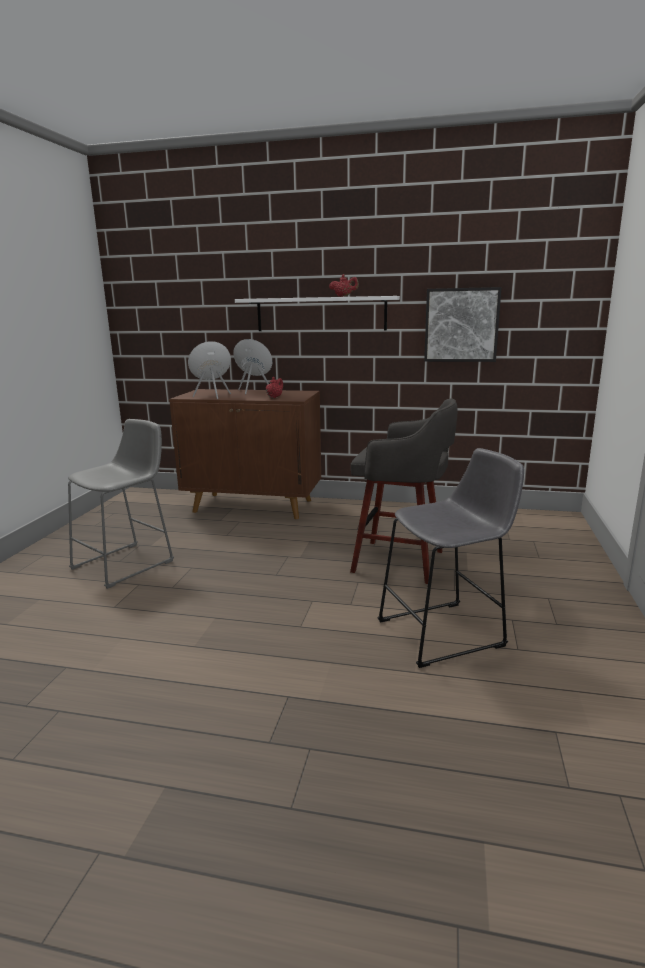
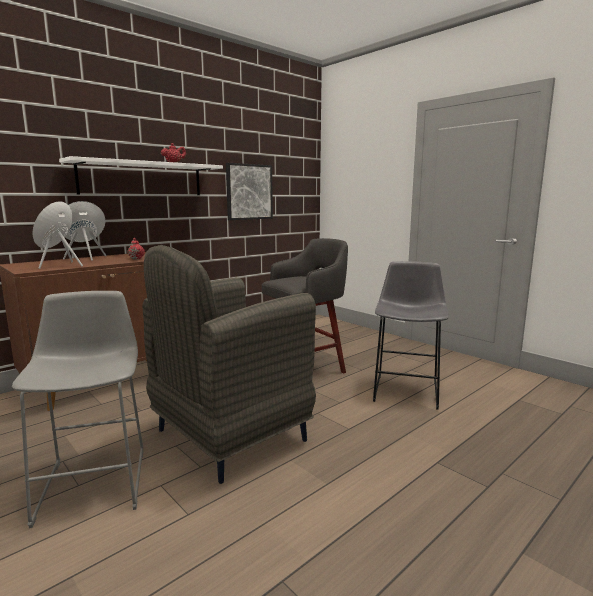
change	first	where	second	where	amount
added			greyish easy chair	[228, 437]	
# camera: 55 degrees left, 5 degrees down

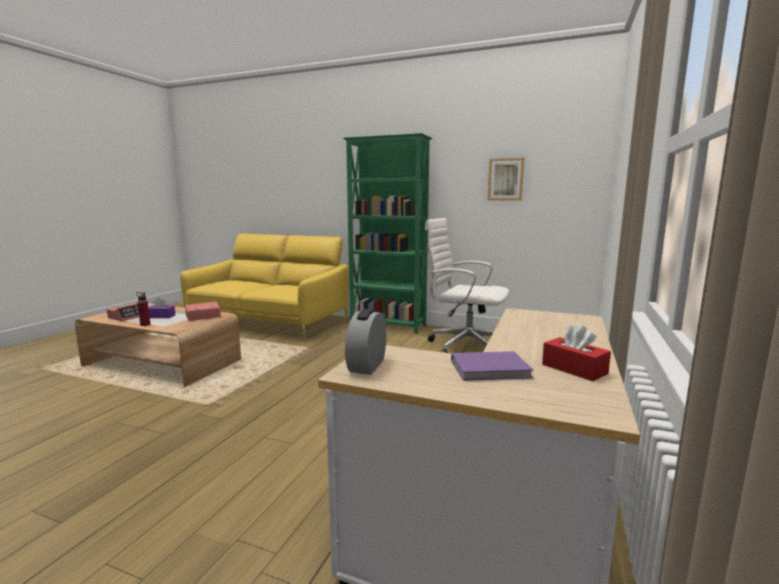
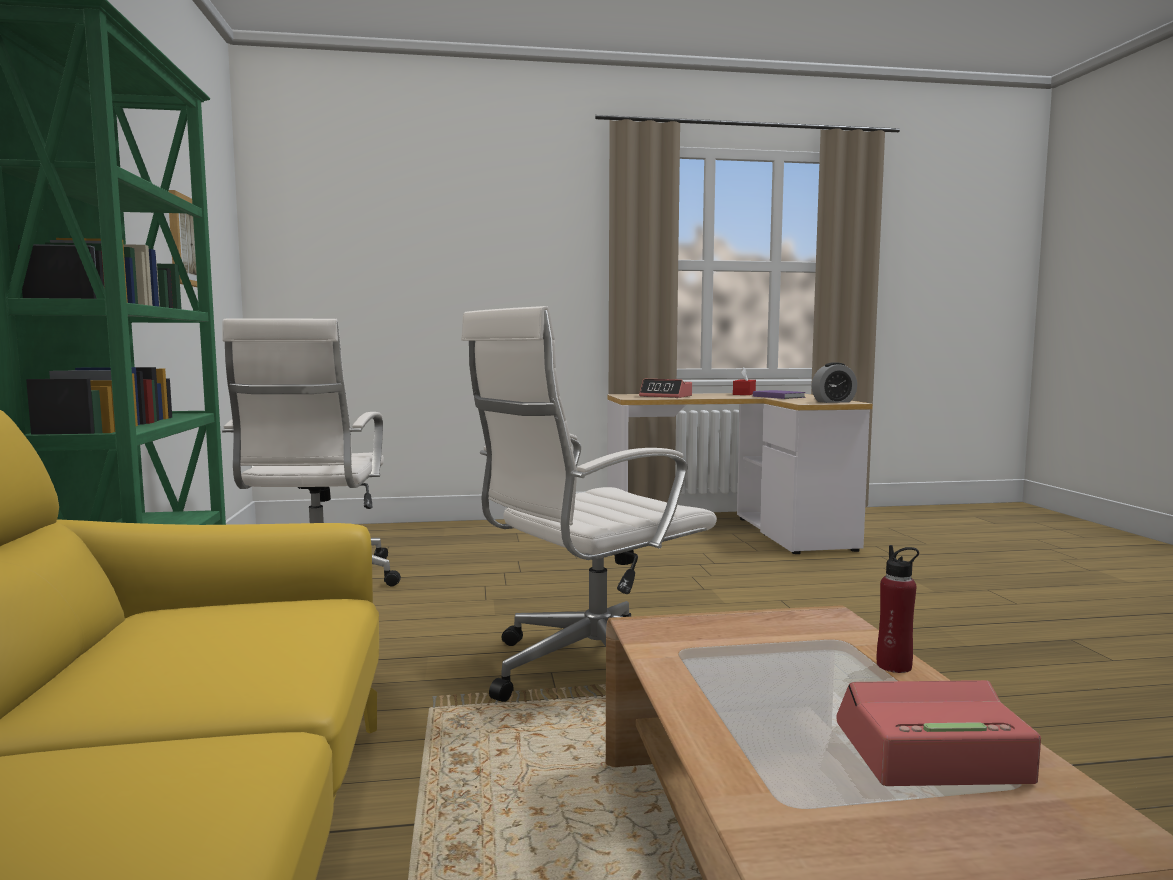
change	first	where	second	where	amount
removed	purplish box of tissues	[161, 316]			
moved	alarm clock	[203, 316]		[666, 396]	
added			white computer chair	[589, 671]	
# camera: 120 degrees left, 5 degrees down

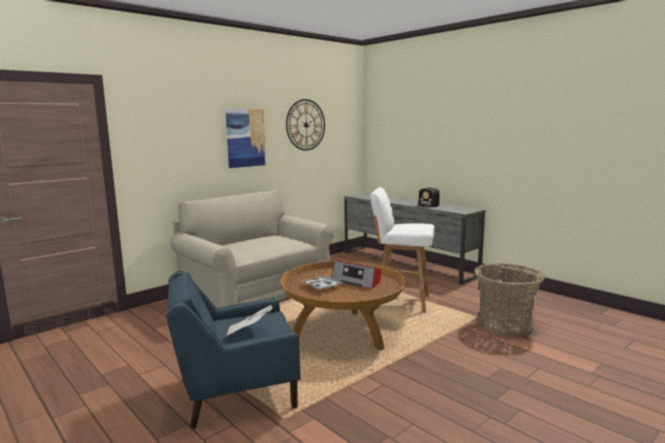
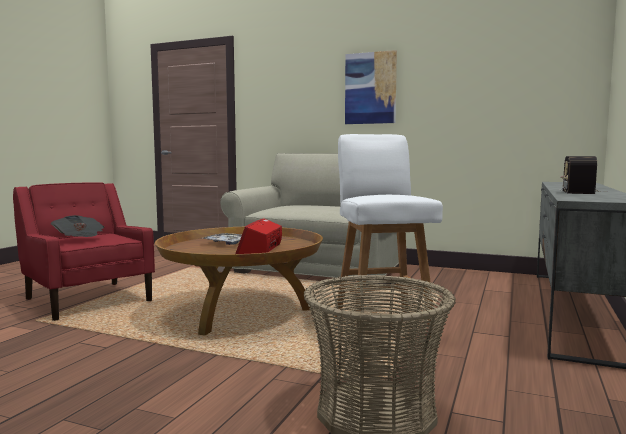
change	first	where	second	where	amount
removed	wall clock	[306, 125]			
recoloured	bluish easy chair	[235, 392]	reddish easy chair	[87, 299]	
# camera: 65 degrees right, 5 degrees down

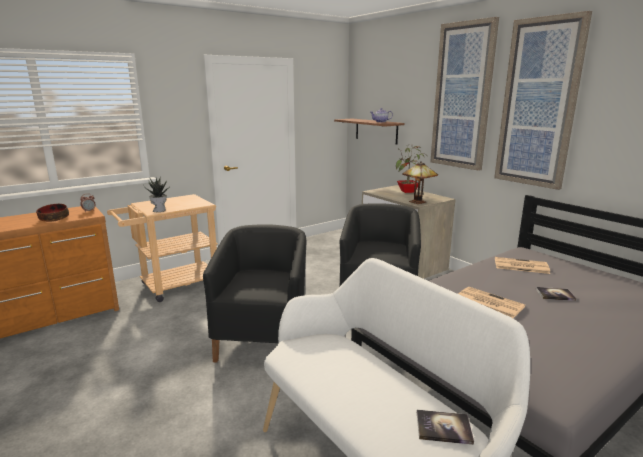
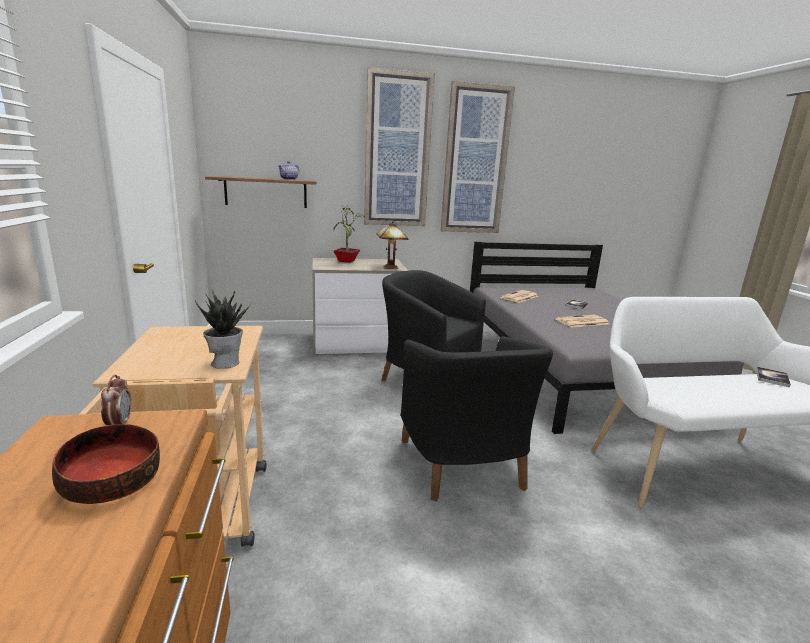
change	first	where	second	where	amount
turned	blackish easy chair	[264, 340]		[463, 465]	135 degrees counterclockwise
# camera: 65 degrees left, 0 degrees up

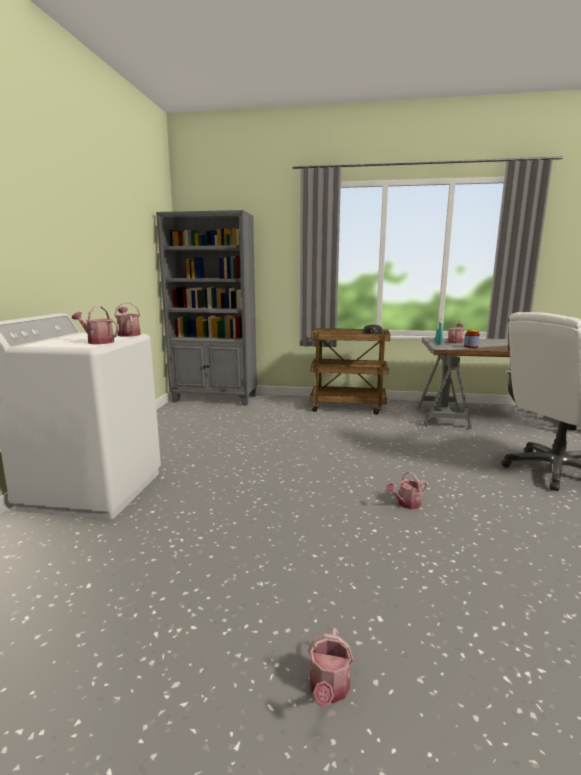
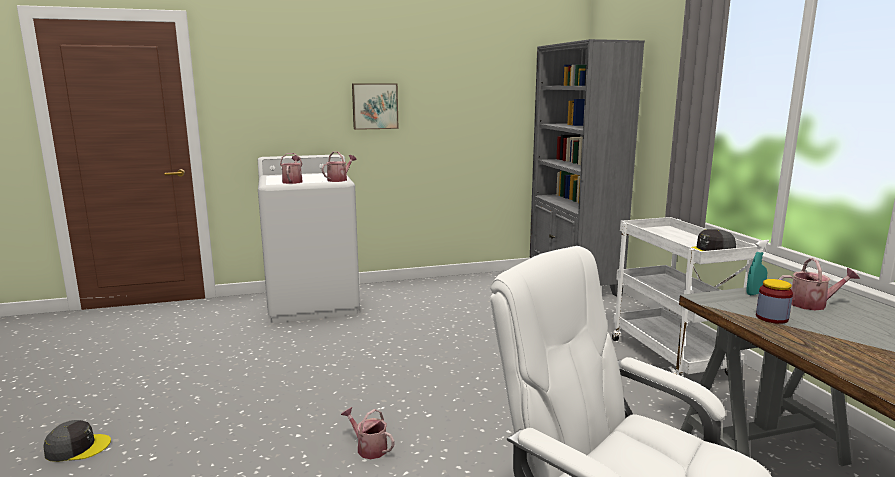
change	first	where	second	where	amount
recoloured	brown-coloured cart	[348, 407]	white cart	[672, 358]	
replaced	sprinkling can	[328, 690]	greyish peaked cap	[77, 447]	
added			wall art	[375, 106]	
# camera: 65 degrees right, 0 degrees up

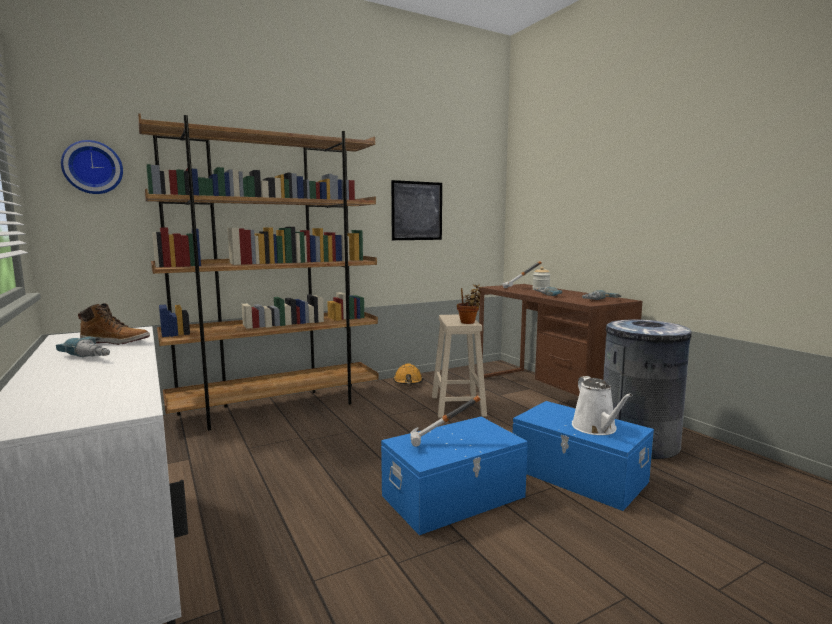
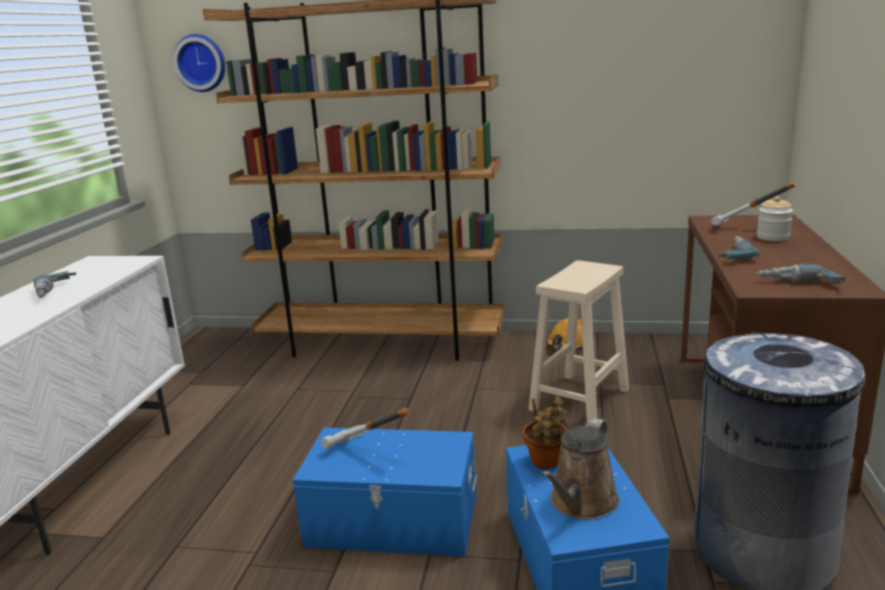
change	first	where	second	where	amount
removed	wall art	[417, 211]			
moved	plant in a pot	[469, 322]		[546, 464]	
removed	boot	[116, 341]			
recoloured	white sprinkling can	[596, 428]	brown-coloured sprinkling can	[581, 503]	
# camera: 40 degrees right, 10 degrees up

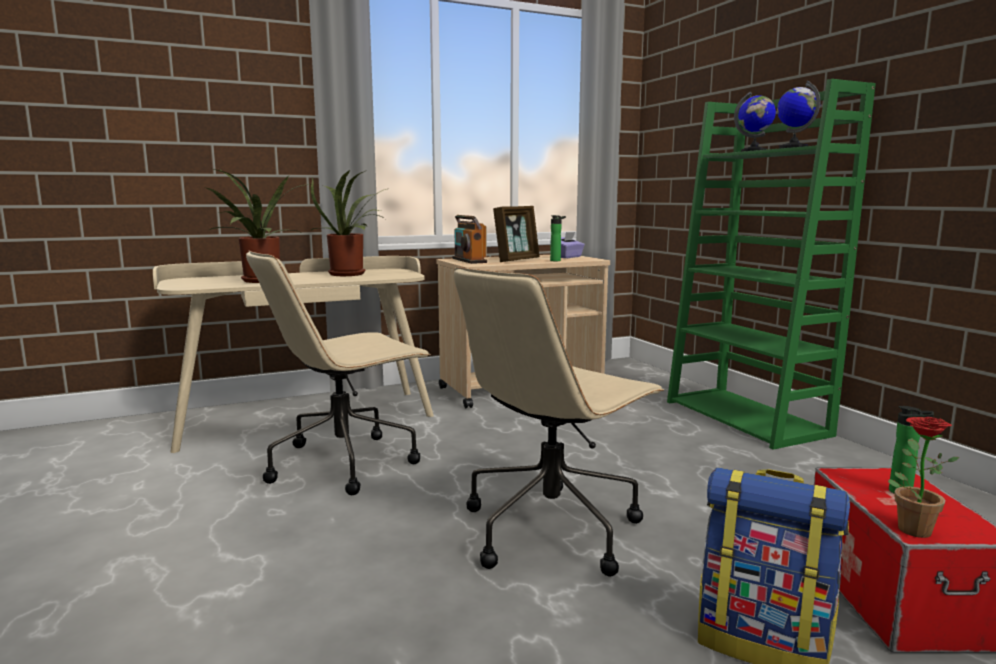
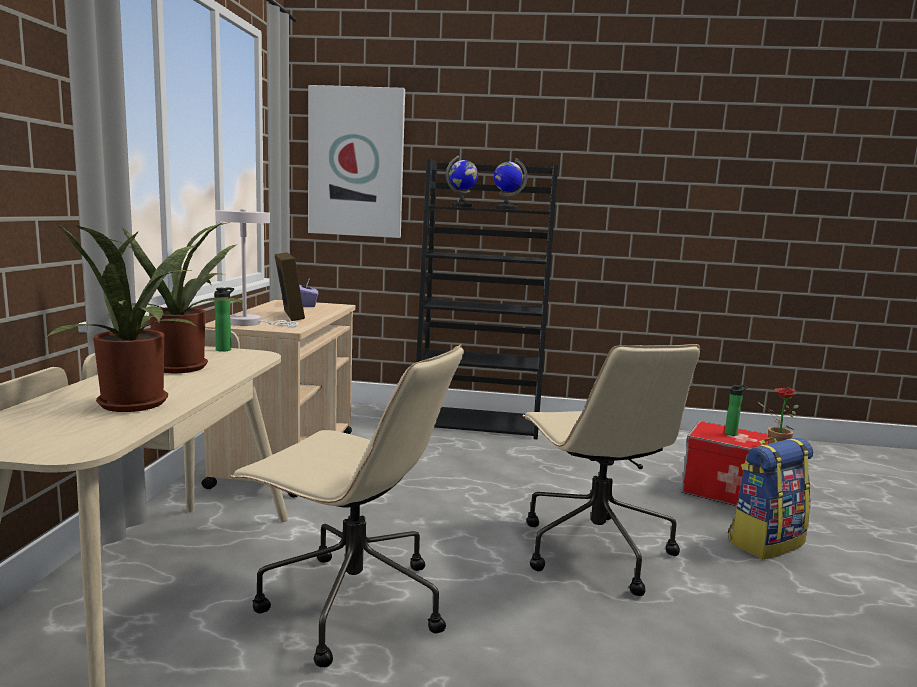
change	first	where	second	where	amount
recoloured	green bookcase	[747, 418]	blackish bookcase	[478, 423]	
replaced	radio	[469, 260]	white tabletop lamp	[251, 323]	
moved	bottle	[557, 261]		[225, 349]	
turned	sand-coloured computer chair	[345, 463]		[350, 604]	60 degrees counterclockwise
added			wall art	[356, 163]	
# camera: 60 degrees left, 0 degrees up

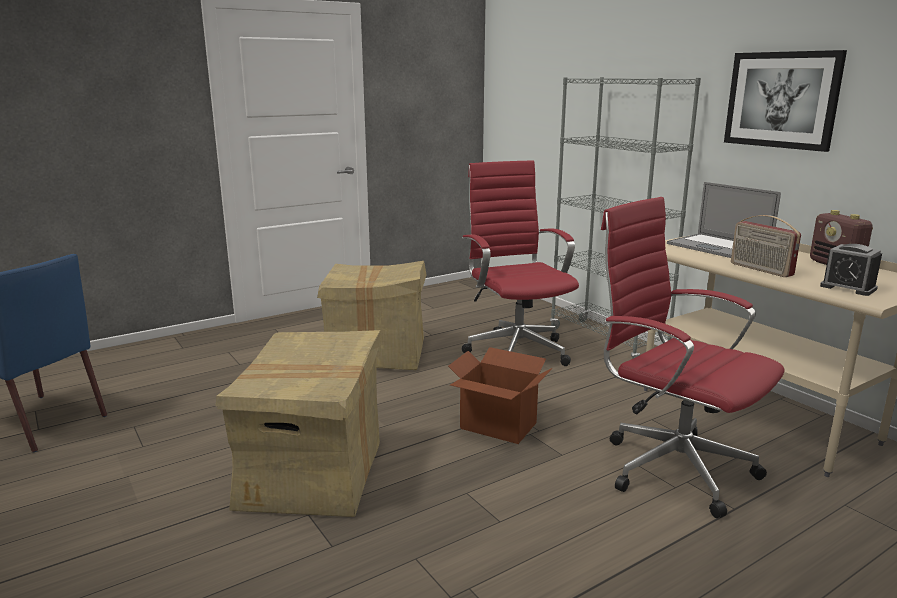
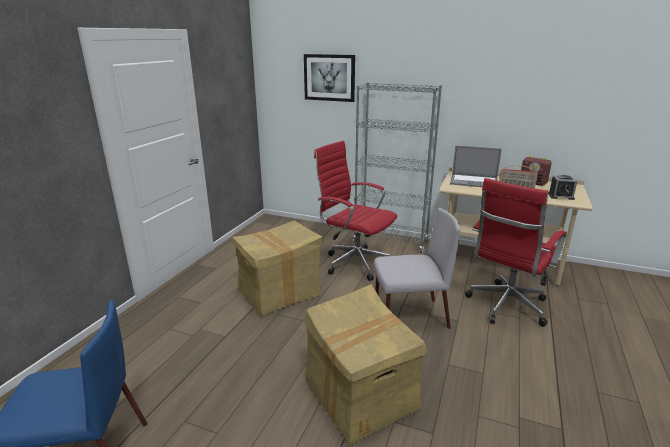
change	first	where	second	where	amount
moved	wall art	[781, 100]		[329, 77]	
turned	reddish computer chair	[671, 467]		[505, 307]	60 degrees counterclockwise
replaced	cardboard box	[498, 426]	greyish chair	[409, 316]	
# camera: 35 degrees left, 5 degrees up

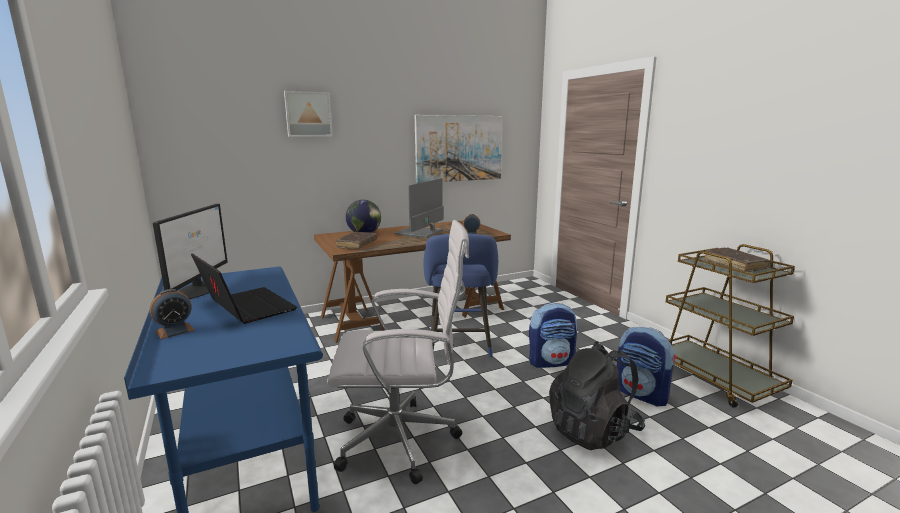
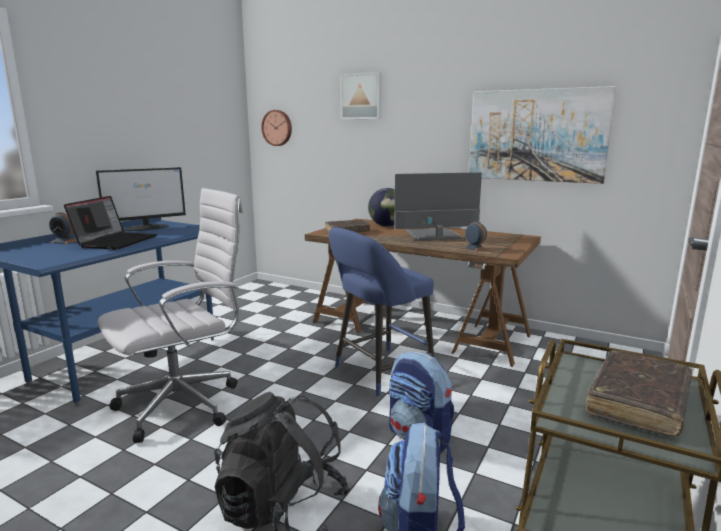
change	first	where	second	where	amount
turned	white computer chair	[403, 440]		[185, 404]	90 degrees counterclockwise
added			wall clock	[277, 128]	
# camera: 55 degrees right, 0 degrees up

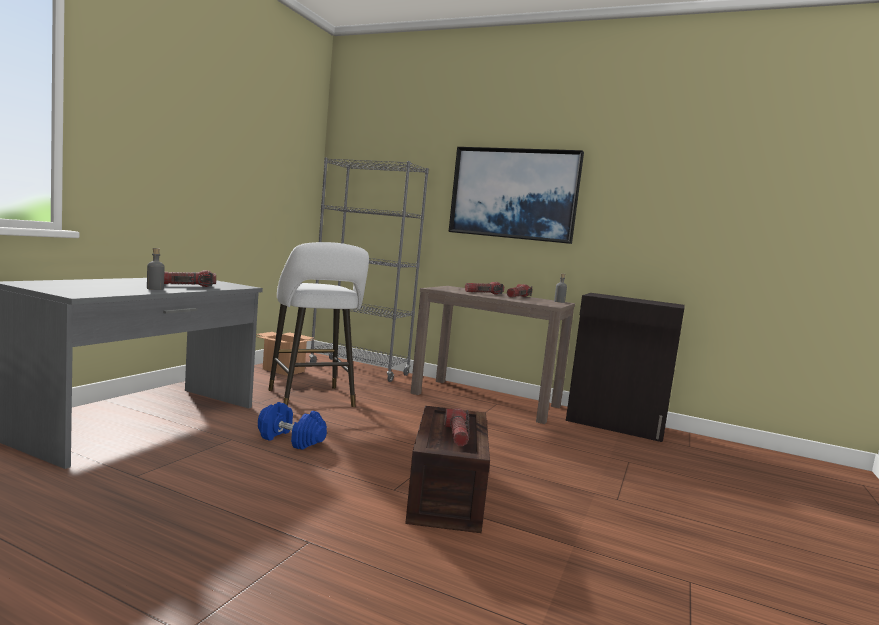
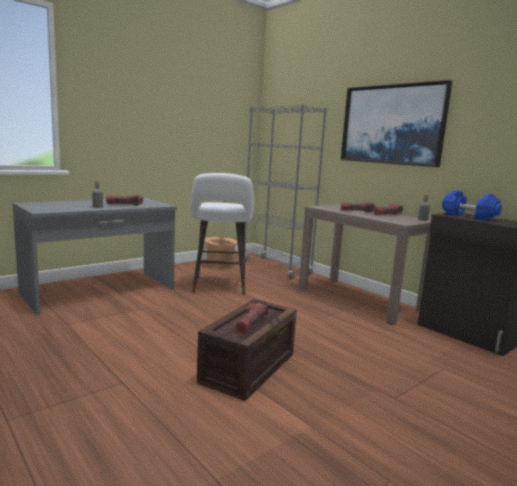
change	first	where	second	where	amount
moved	bluish hand weight	[291, 439]		[469, 216]	
# camera: 25 degrees right, 5 degrees up

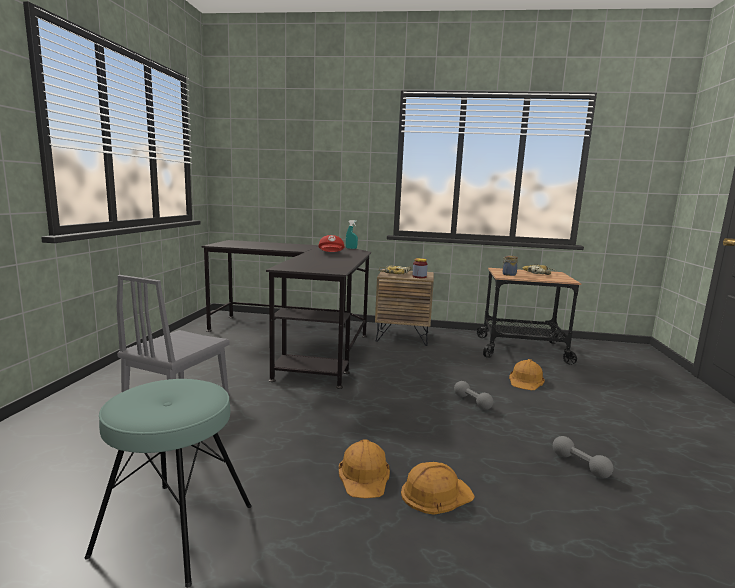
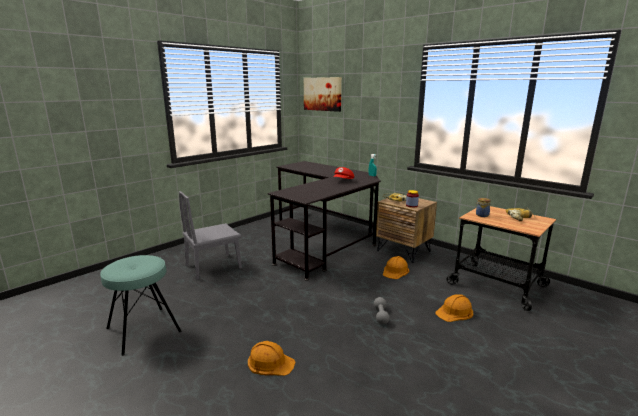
change	first	where	second	where	amount
removed	greyish hand weight	[580, 465]			
moved	orangey work helmet	[364, 475]		[395, 271]	
added			wall art	[322, 94]	
# camera: 35 degrees right, 5 degrees up

